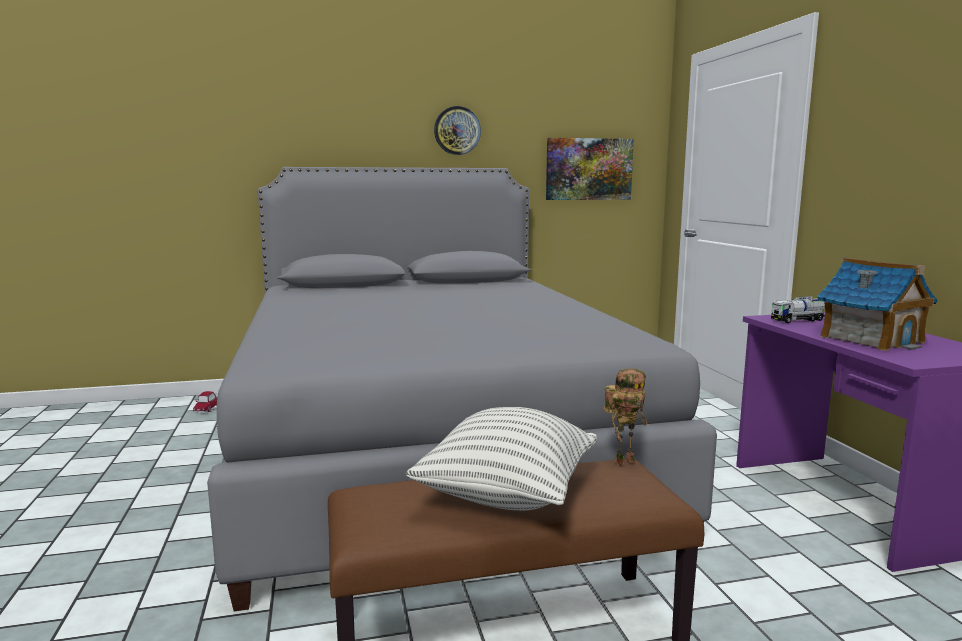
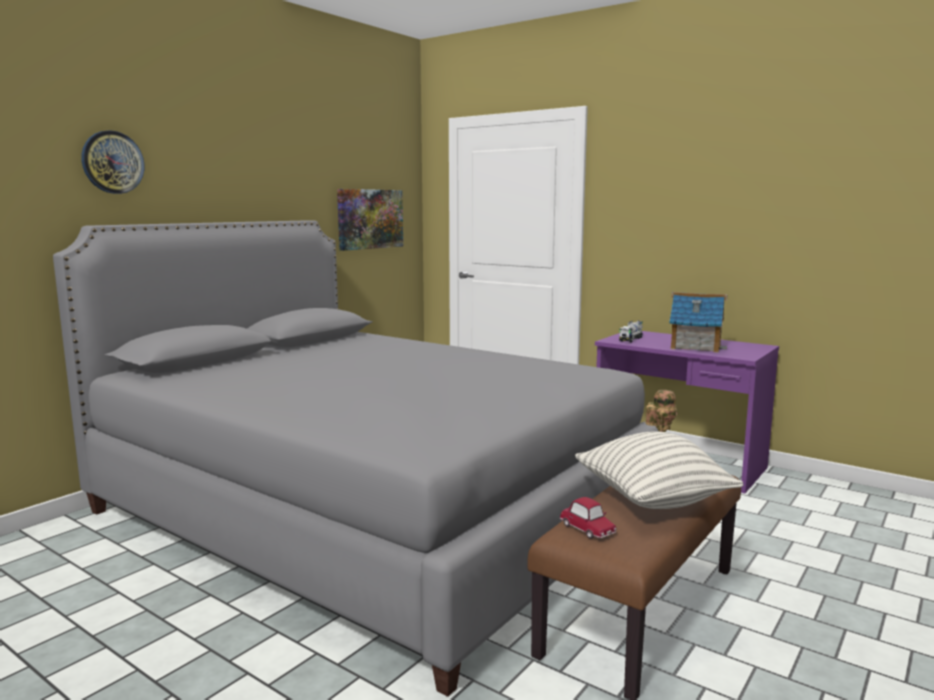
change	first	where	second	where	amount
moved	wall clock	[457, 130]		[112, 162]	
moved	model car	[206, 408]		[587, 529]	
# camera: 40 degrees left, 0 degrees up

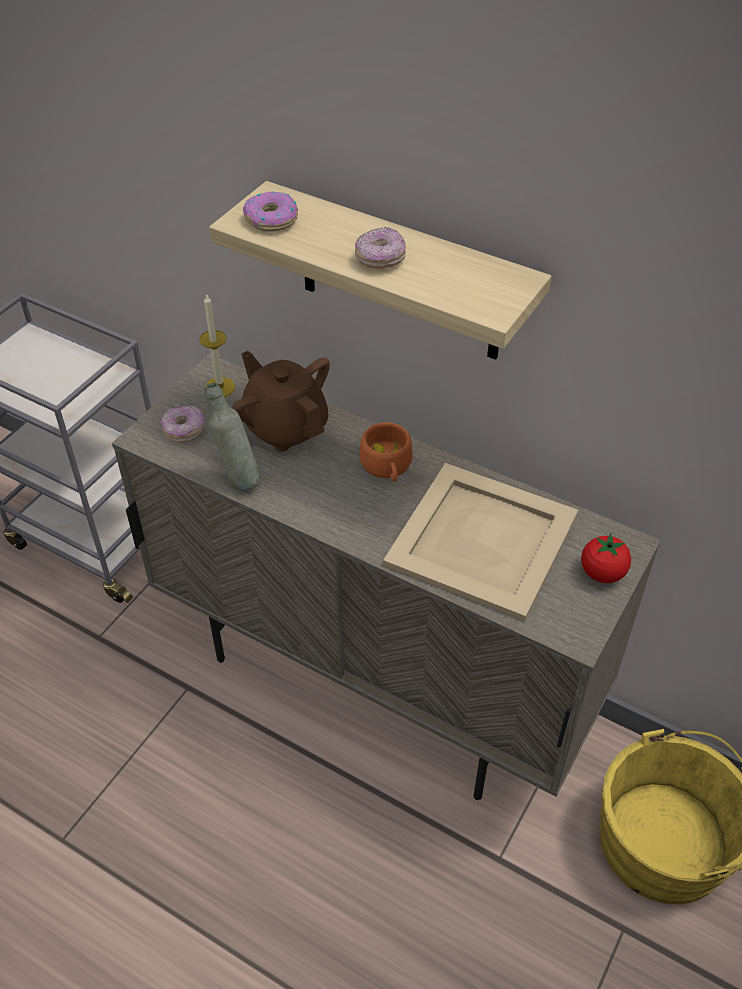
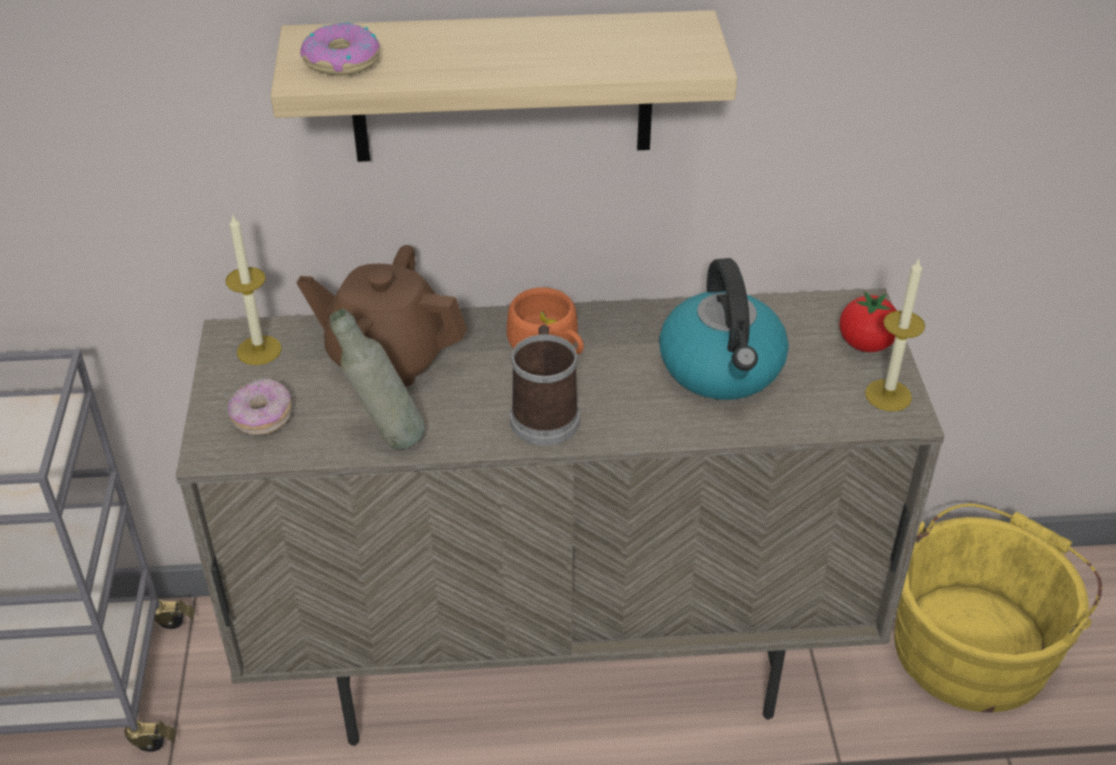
change	first	where	second	where	amount
removed	ring doughnut	[380, 259]			
replaced	sand-coloured carrying tray	[484, 539]	water kettle	[722, 368]	
added			wax candle	[888, 395]	
added			coffee mug	[544, 414]	
# camera: 35 degrees left, 5 degrees down

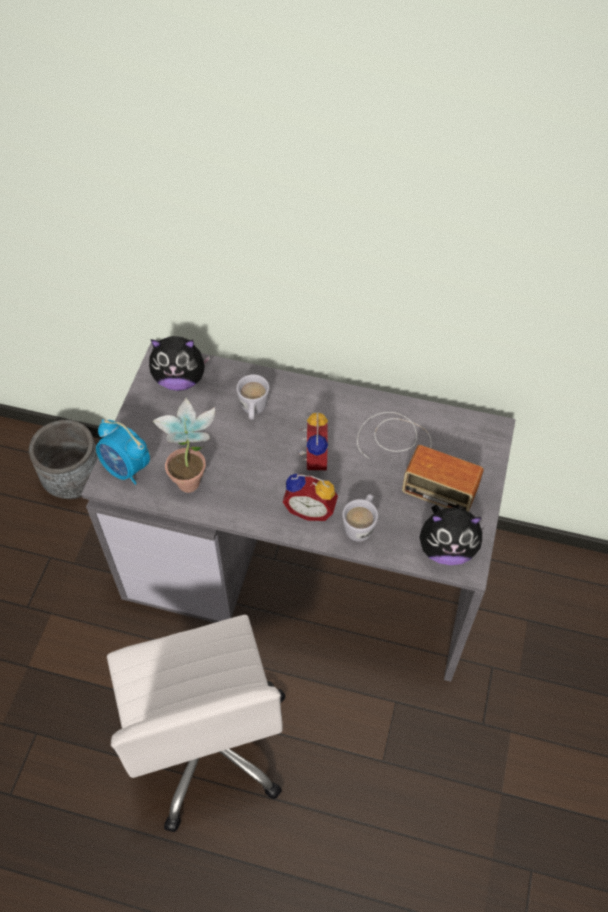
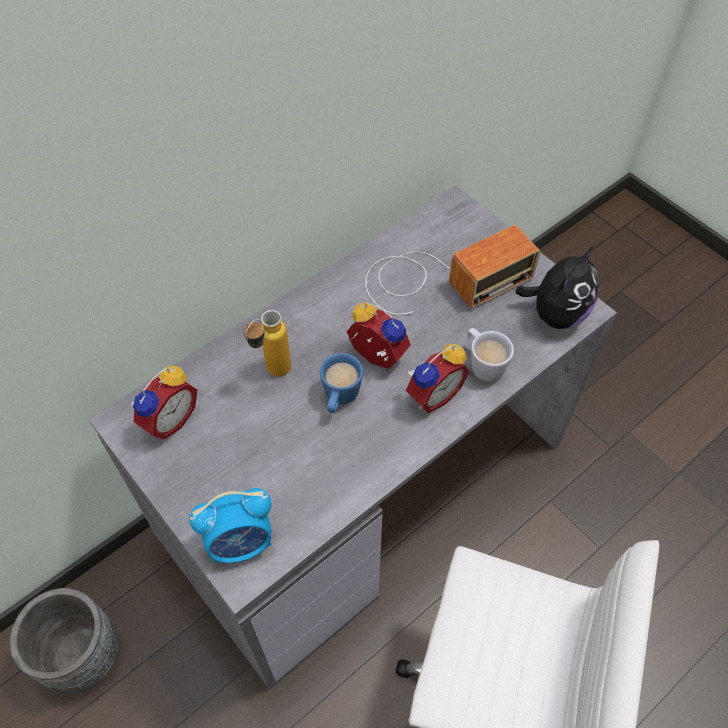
change	first	where	second	where	amount
replaced	plush toy	[180, 379]	alarm clock	[168, 418]	
replaced	white coffee mug	[253, 411]	bottle	[272, 374]	
removed	plant in a pot	[194, 477]			
added			bluish coffee mug	[339, 399]	
# camera: 55 degrees left, 0 degrees up

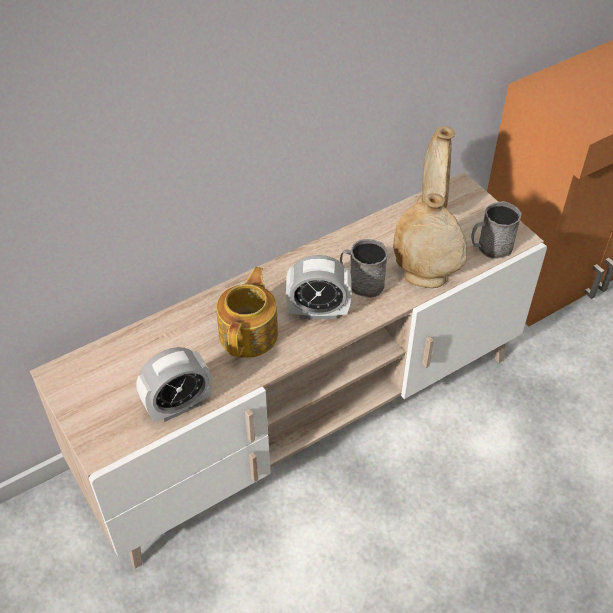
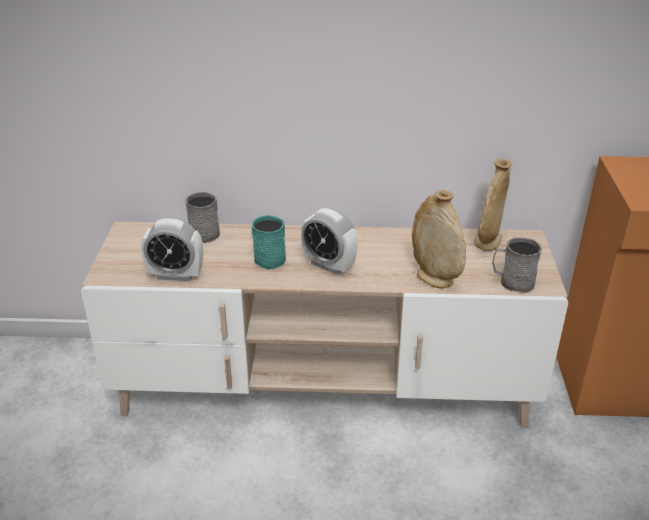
change	first	where	second	where	amount
moved	greyish coffee mug	[361, 283]		[202, 232]	
replaced	pot for tea	[249, 333]	blue-green coffee mug	[267, 258]	
# camera: 35 degrees right, 15 degrees down

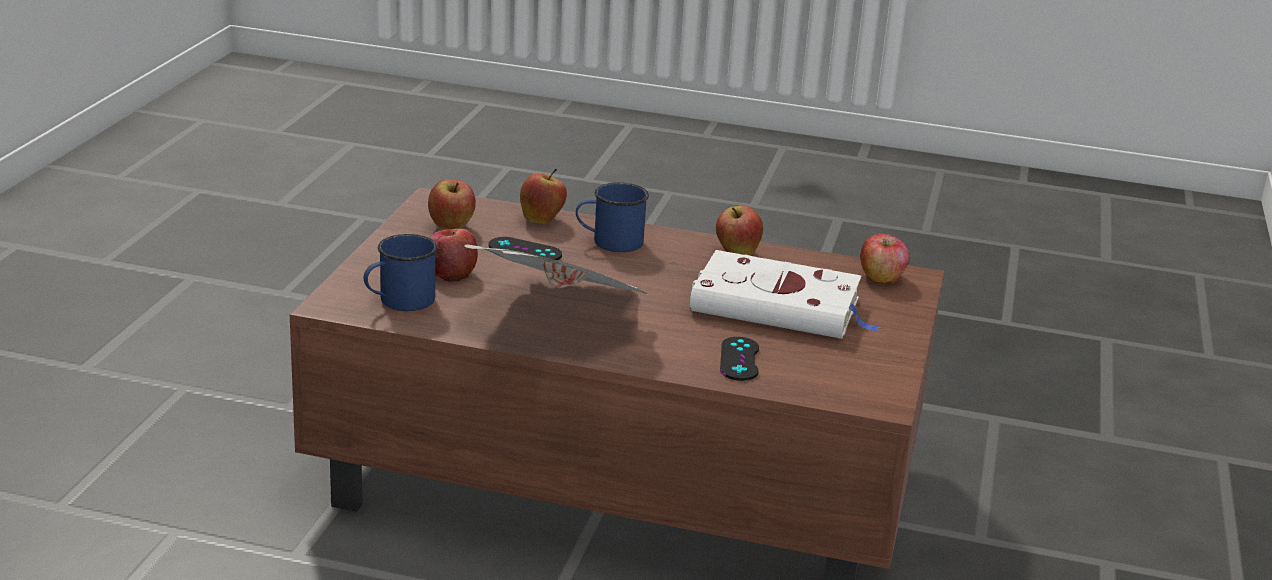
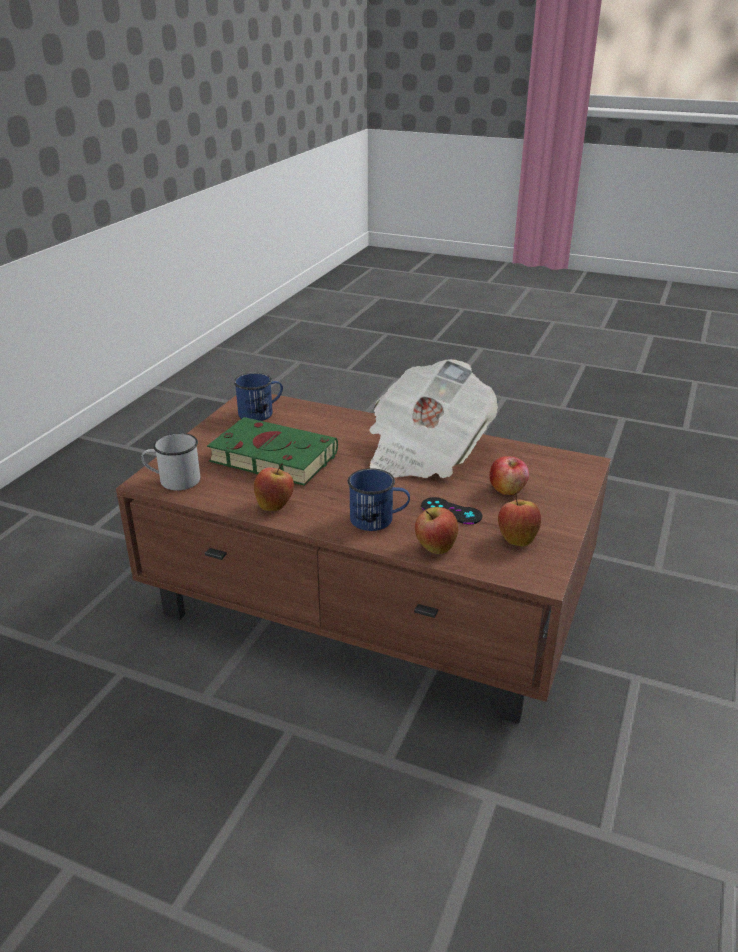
change	first	where	second	where	amount
moved	bluish coffee mug	[399, 302]		[261, 413]	
replaced	apple	[882, 277]	white coffee mug	[173, 480]	
recoloured	white volume	[780, 307]	green volume	[270, 457]	
removed	blackish joypad	[739, 359]			
# camera: 170 degrees left, 5 degrees up

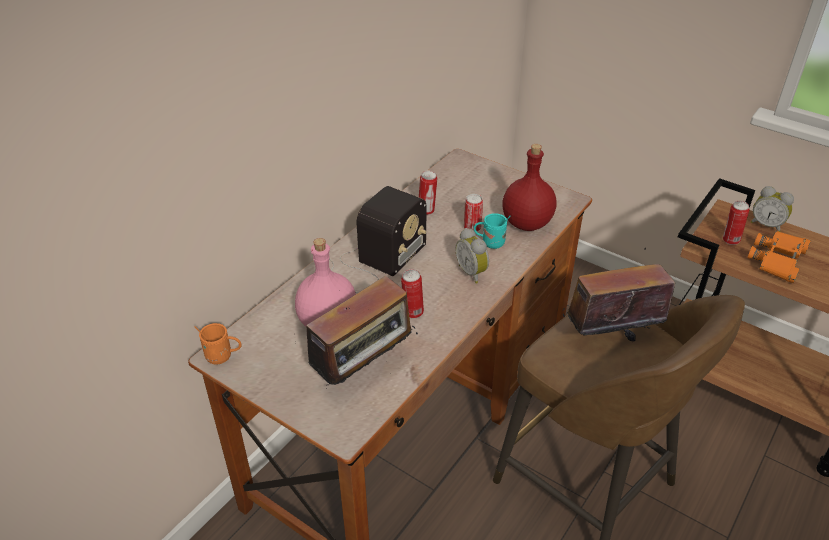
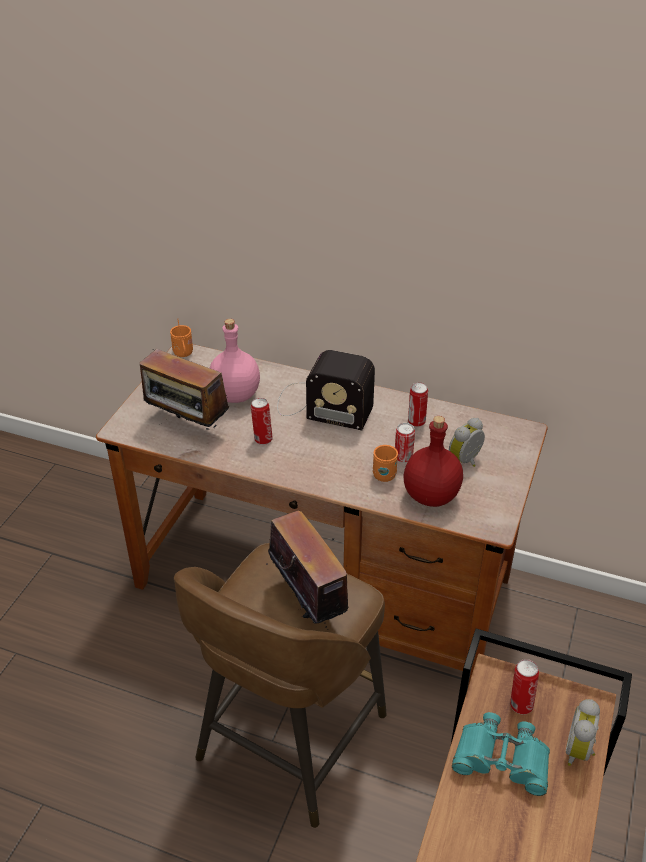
change	first	where	second	where	amount
recoloured	blue-green coffee mug	[490, 243]	orangey coffee mug	[384, 473]	
moved	alarm clock	[473, 272]		[466, 462]	
recoloured	orangey pair of binoculars	[778, 260]	blue-green pair of binoculars	[502, 759]	
# camera: 75 degrees right, 0 degrees up

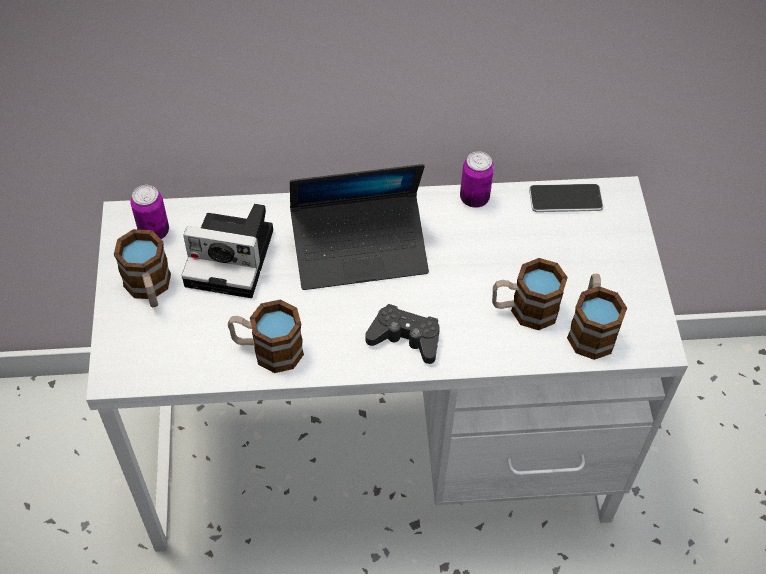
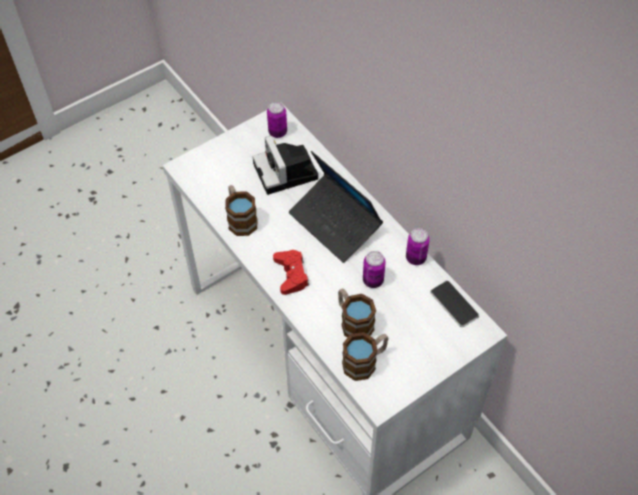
change	first	where	second	where	amount
removed	coffee mug	[149, 288]			
recoloured	blackish joypad	[405, 338]	reddish joypad	[291, 274]	
added			sealed can	[373, 280]	
# camera: 60 degrees right, 0 degrees up

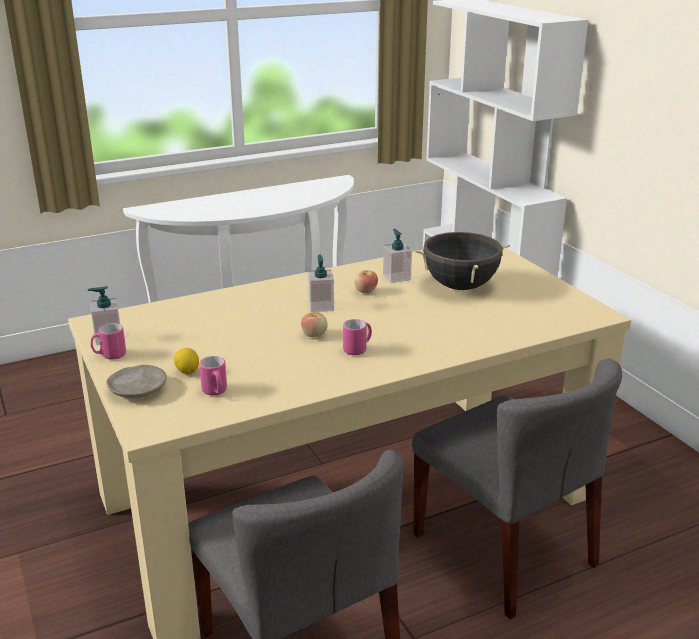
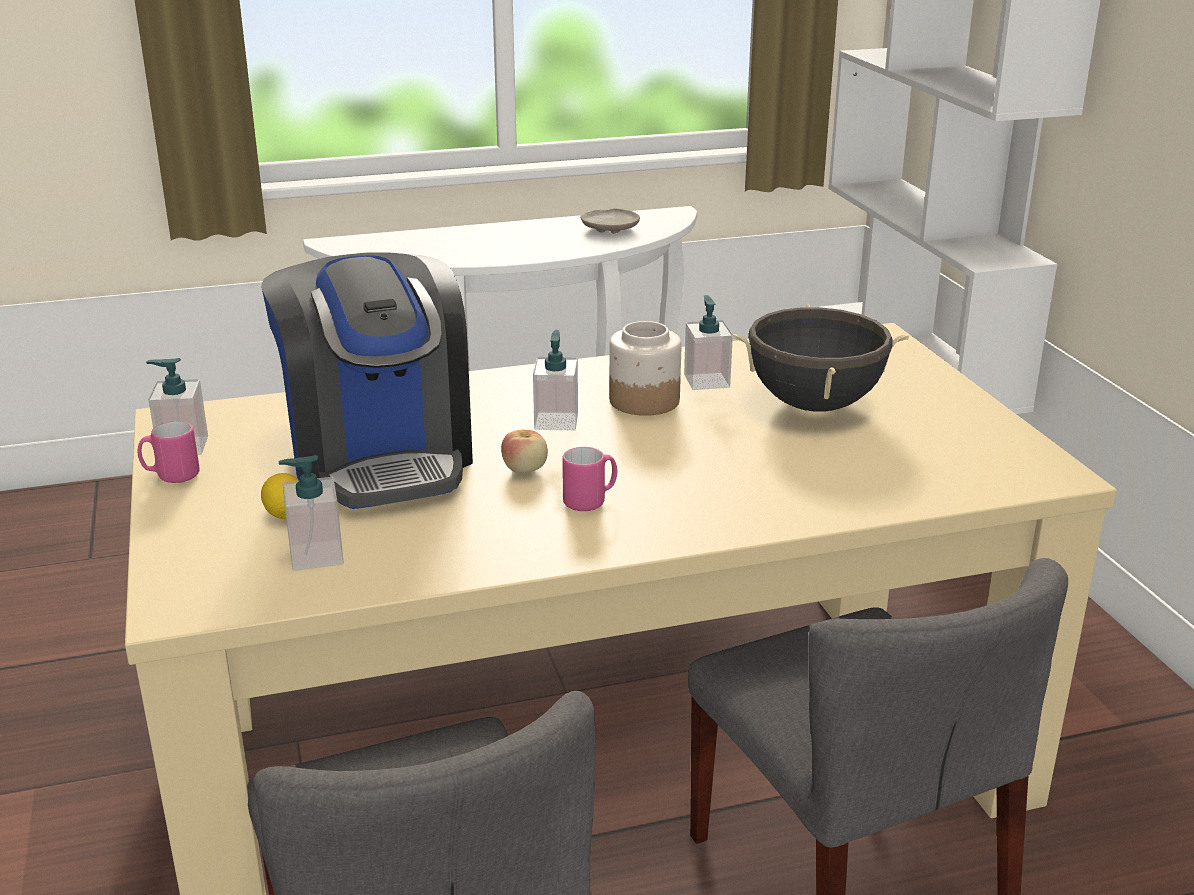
change	first	where	second	where	amount
replaced	apple	[365, 291]	storage jar	[643, 401]	
replaced	pinkish coffee mug	[215, 392]	soap bottle	[316, 555]	
moved	sand-coloured plate	[138, 389]		[610, 229]	
added			coffee machine	[380, 457]	
# camera: 10 degrees right, 0 degrees up

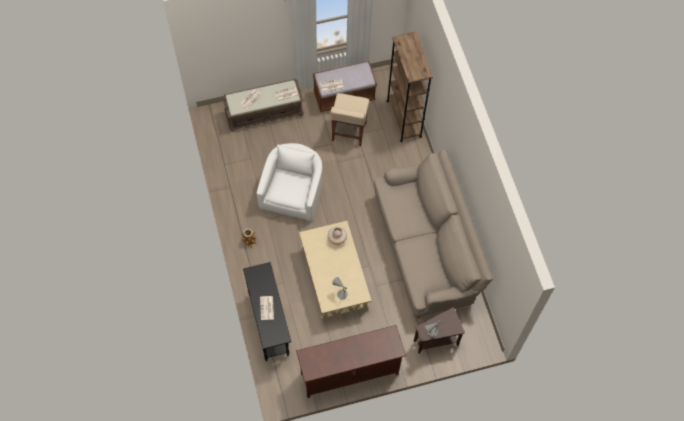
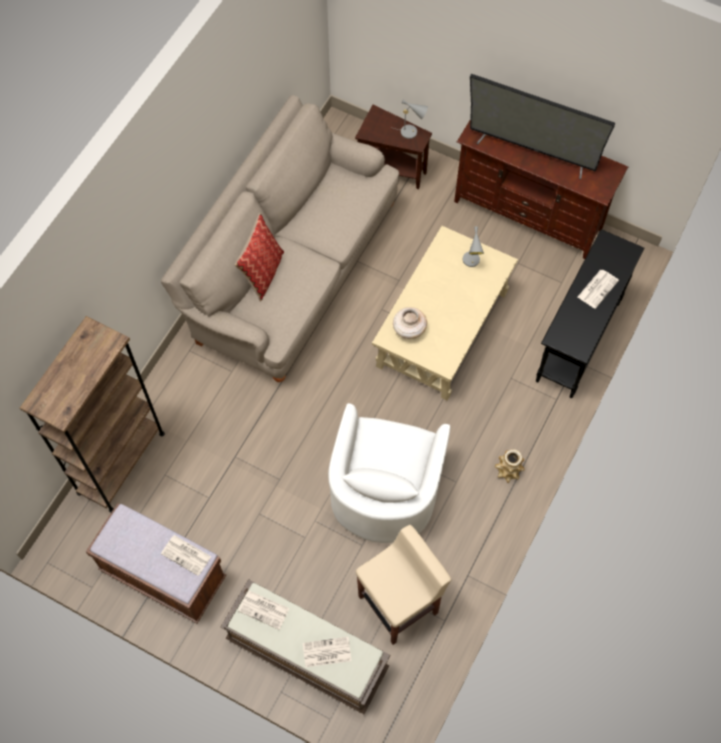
change	first	where	second	where	amount
moved	sand-coloured sitting stool	[348, 132]		[399, 604]	
turned	white easy chair	[293, 192]		[384, 488]	45 degrees counterclockwise
added			television	[532, 151]	
added			cushion	[262, 273]	
# camera: 135 degrees left, 0 degrees up

